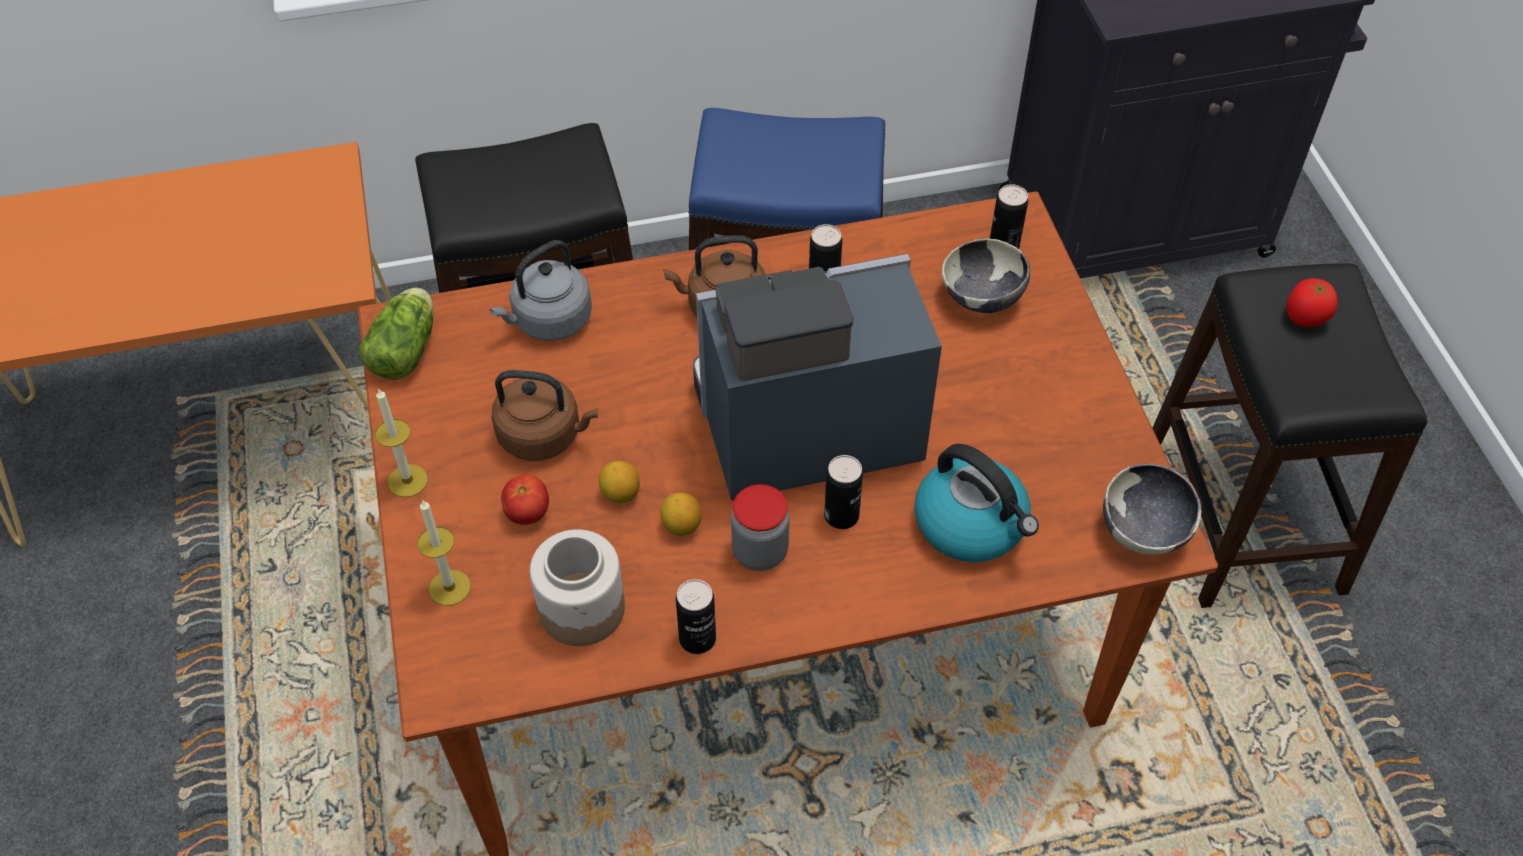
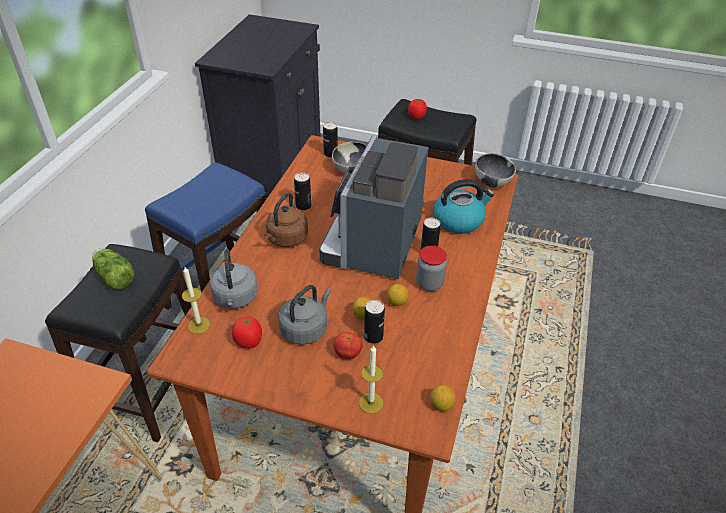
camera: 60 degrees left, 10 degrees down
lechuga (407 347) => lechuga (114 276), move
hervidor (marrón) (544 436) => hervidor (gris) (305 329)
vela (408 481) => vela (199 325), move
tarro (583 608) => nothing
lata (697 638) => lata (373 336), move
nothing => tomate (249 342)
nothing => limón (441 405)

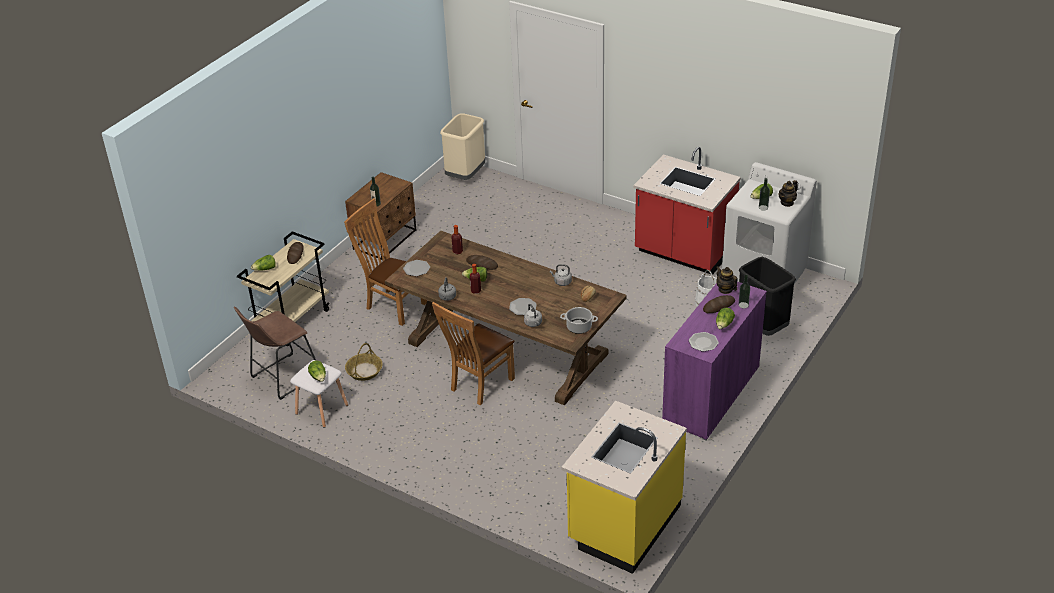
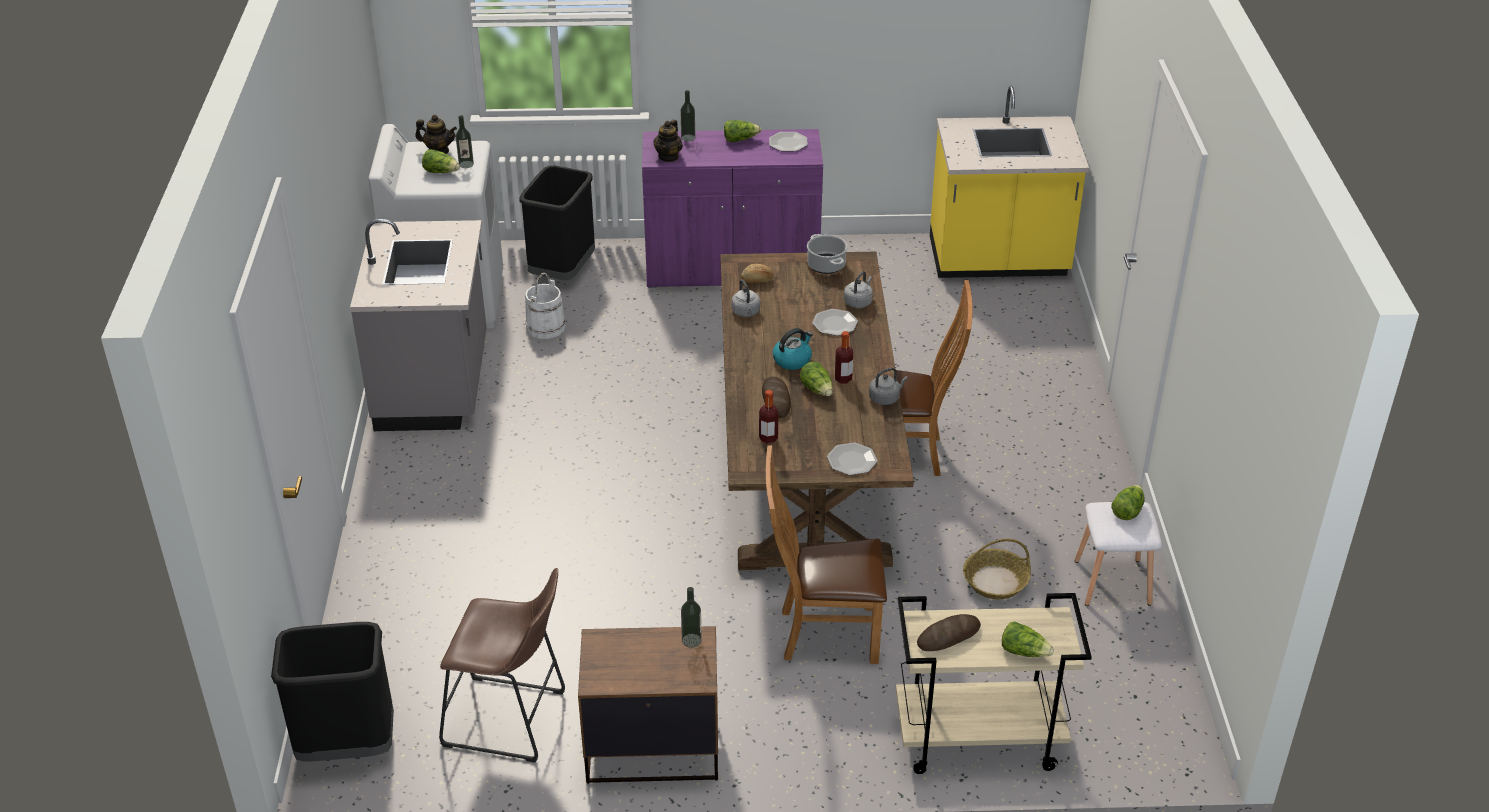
camera: 125 degrees left, 0 degrees up
papelera (beis) (466 175) => papelera (negro) (348 746)
mueble bajo de cocina (rojo) (683 252) => mueble bajo de cocina (gris) (435 385)
silla (marrón) (393 305) => silla (marrón) (822 634), 90 degrees clockwise
pan (719 306) => nothing
taburete (marrón) (282 378) => taburete (marrón) (511 721), move
nothing => hervidor (792 360)

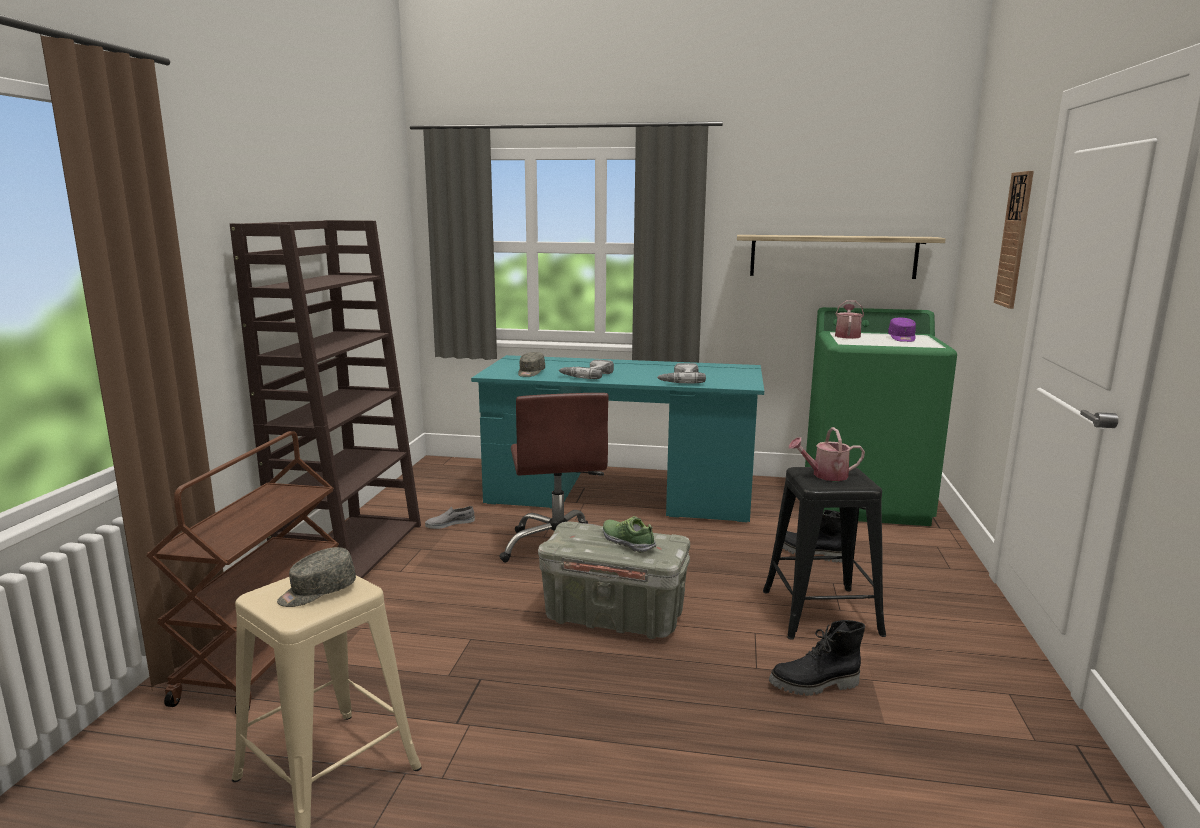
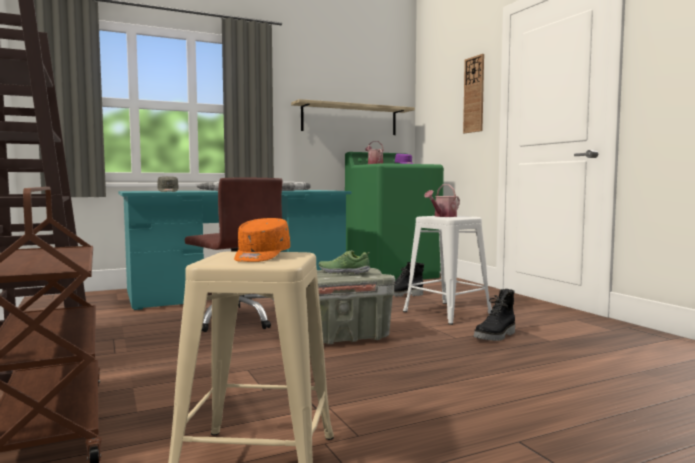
camera: 35 degrees left, 10 degrees down
taburete (negro) (821 612) => taburete (blanco) (447 312)
zapato (gris) (450 523) => nothing
gorra (gris) (317 592) => gorra (naranja) (261 256)

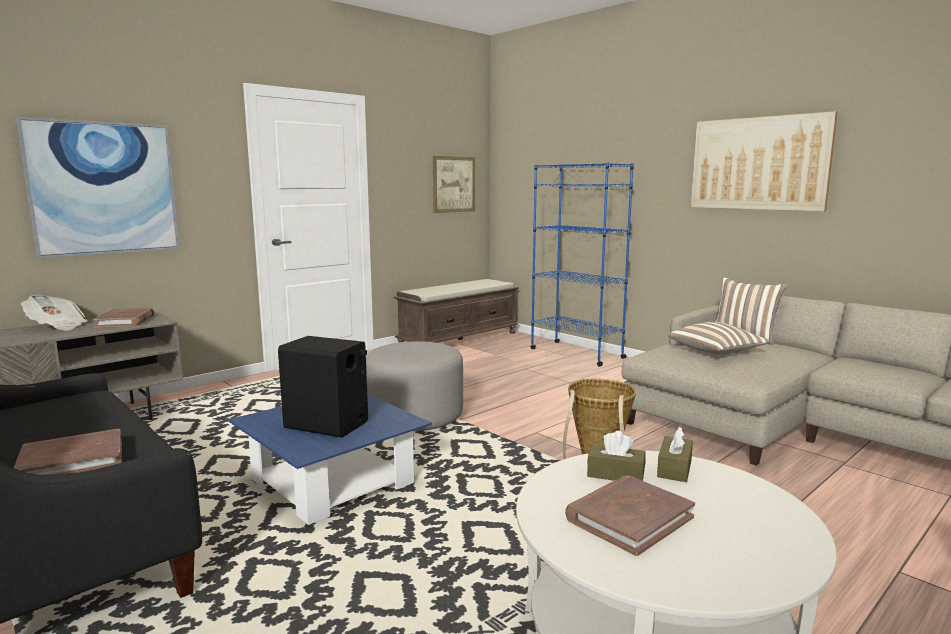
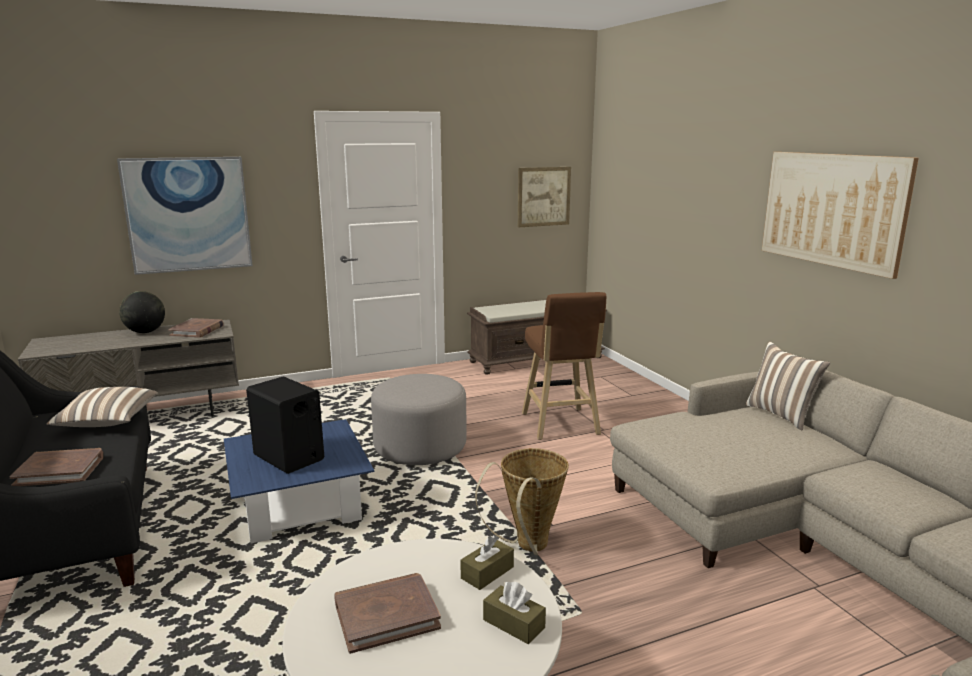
camera: 20 degrees right, 5 degrees up
estantería (azul) (576 353) => nothing
periódico (56 326) => globo terráqueo (145 332)
cojín (716 352) => cojín (107 422), move
caja de pañuelos (marrón) (615 474) => caja de pañuelos (marrón) (514 624), move
nothing => taburete (marrón) (560 425)

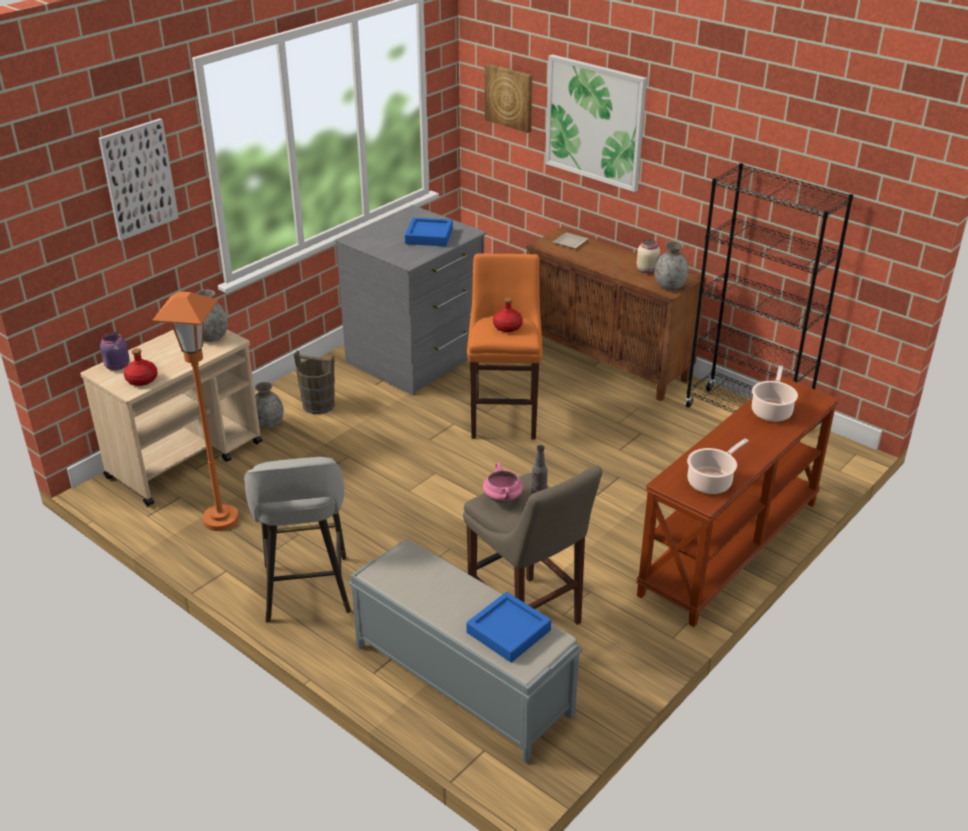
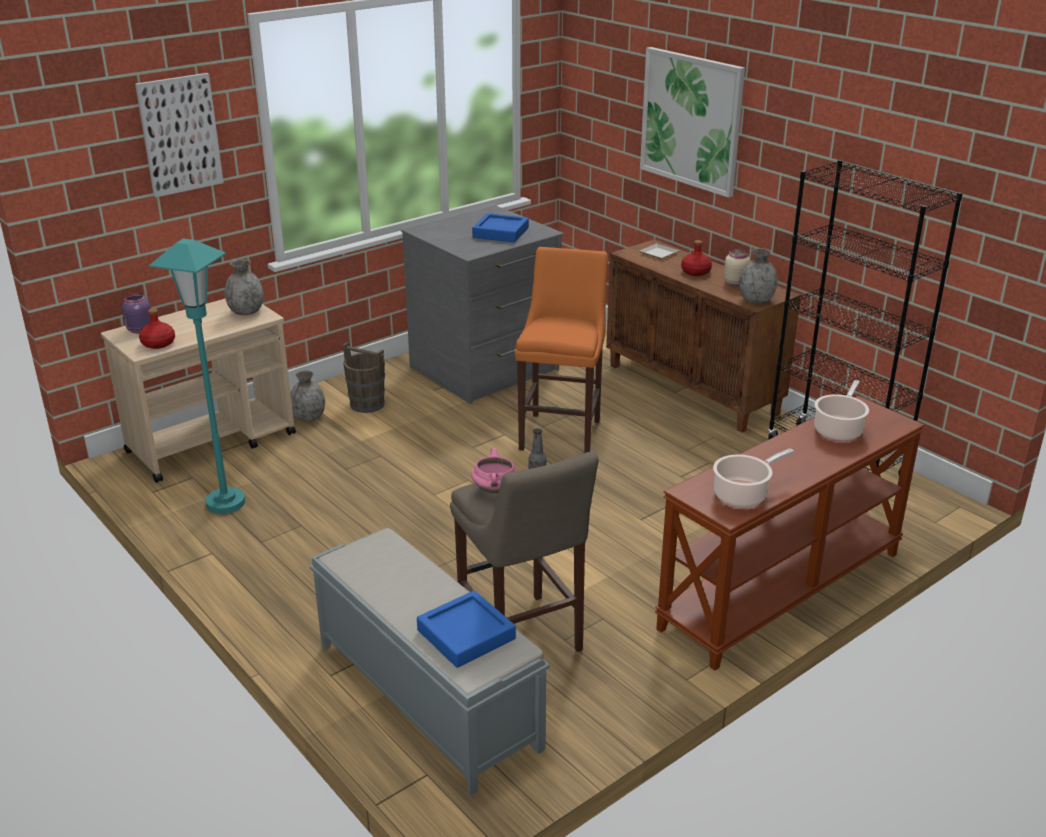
camera: 10 degrees right, 5 degrees down
cuadro (509 97) => nothing
lámpara de pie (naranja) (221 519) => lámpara de pie (turquesa) (225 503)
botella (rojo) (507 327) => botella (rojo) (695 272), move
taburete (gris) (307 591) => nothing

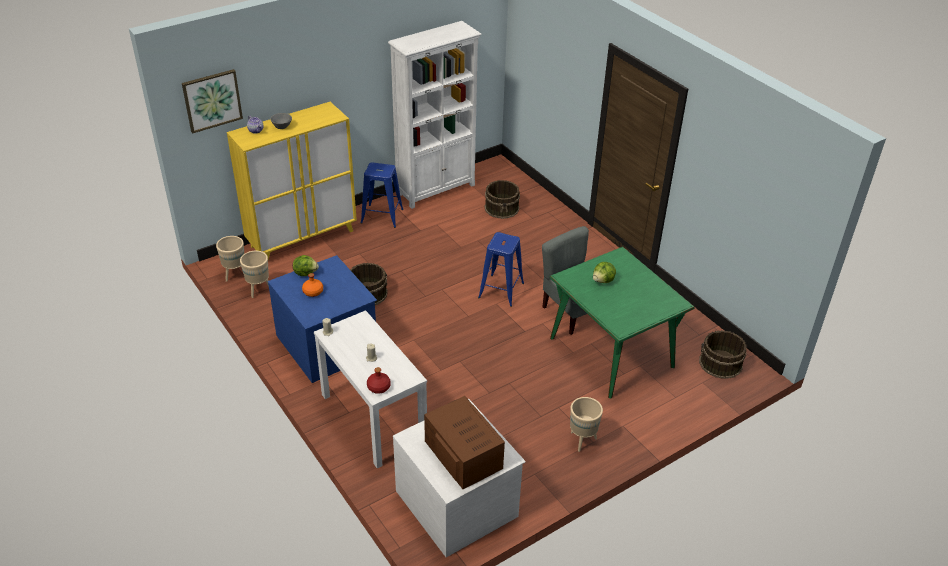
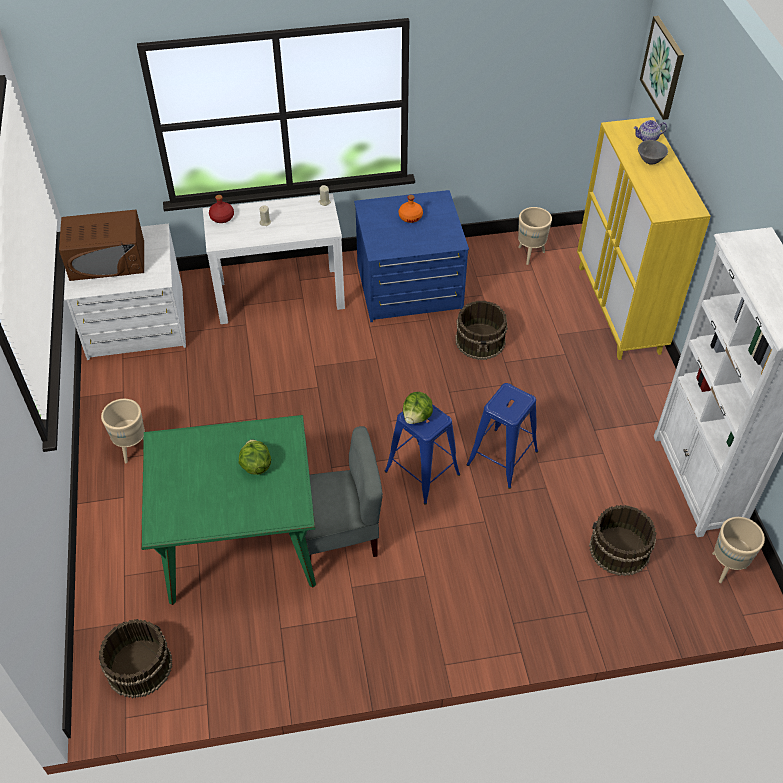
camera: 115 degrees right, 10 degrees up
taburete (azul) (381 216) => taburete (azul) (502 457), move
maceta (beis) (235 275) => maceta (beis) (726 567), move
lechuga (305 273) => lechuga (417 417), move

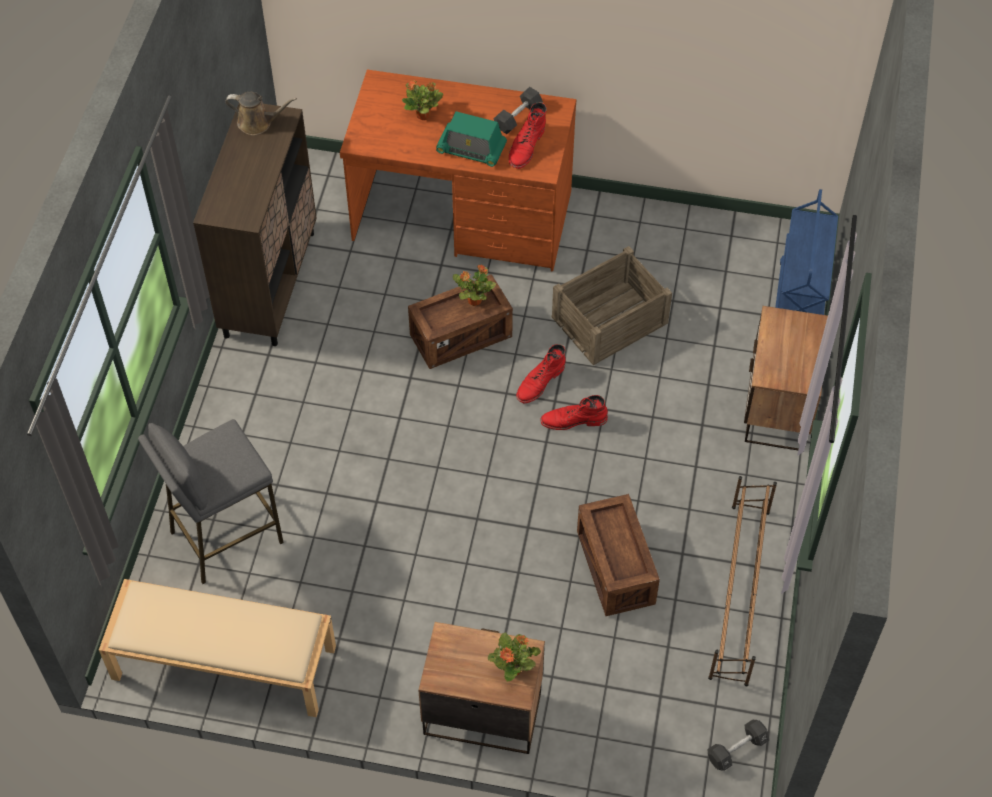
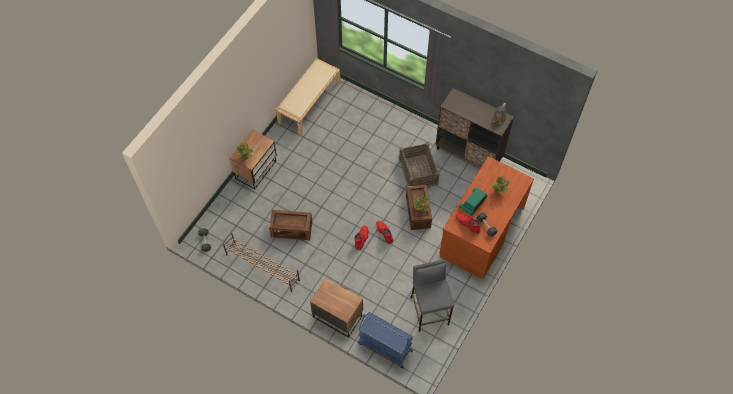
camera: 110 degrees right, 5 degrees up
caja de embalaje (610 320) => caja de embalaje (418 171), move
taburete (gris) (225 536) => taburete (gris) (429 311), move

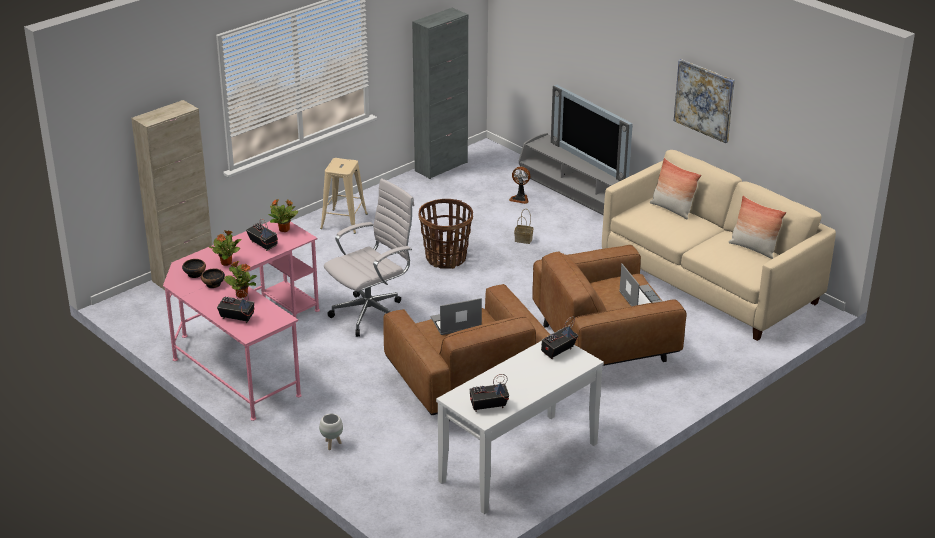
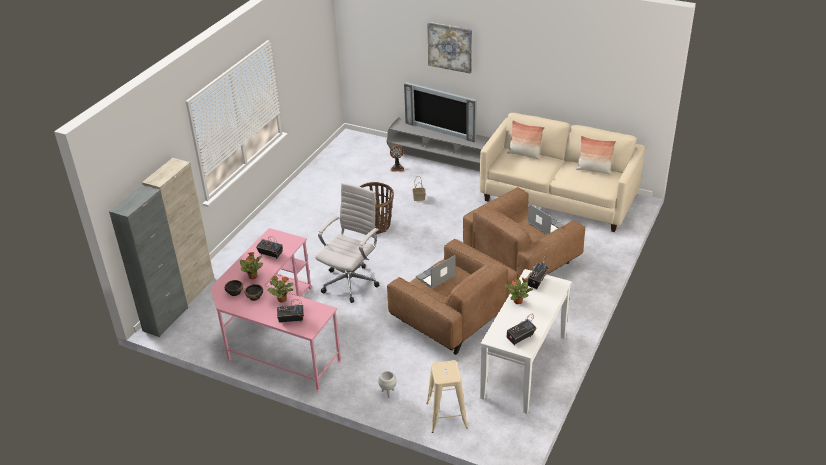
camera: 20 degrees left, 5 degrees up
armario (gris) (441 167) => armario (gris) (165 319), move
cuadro (704 100) => cuadro (450 47), move
taburete (beis) (344 221) => taburete (beis) (446 415), move
planta en maceta (284 230) => planta en maceta (518 301), move

